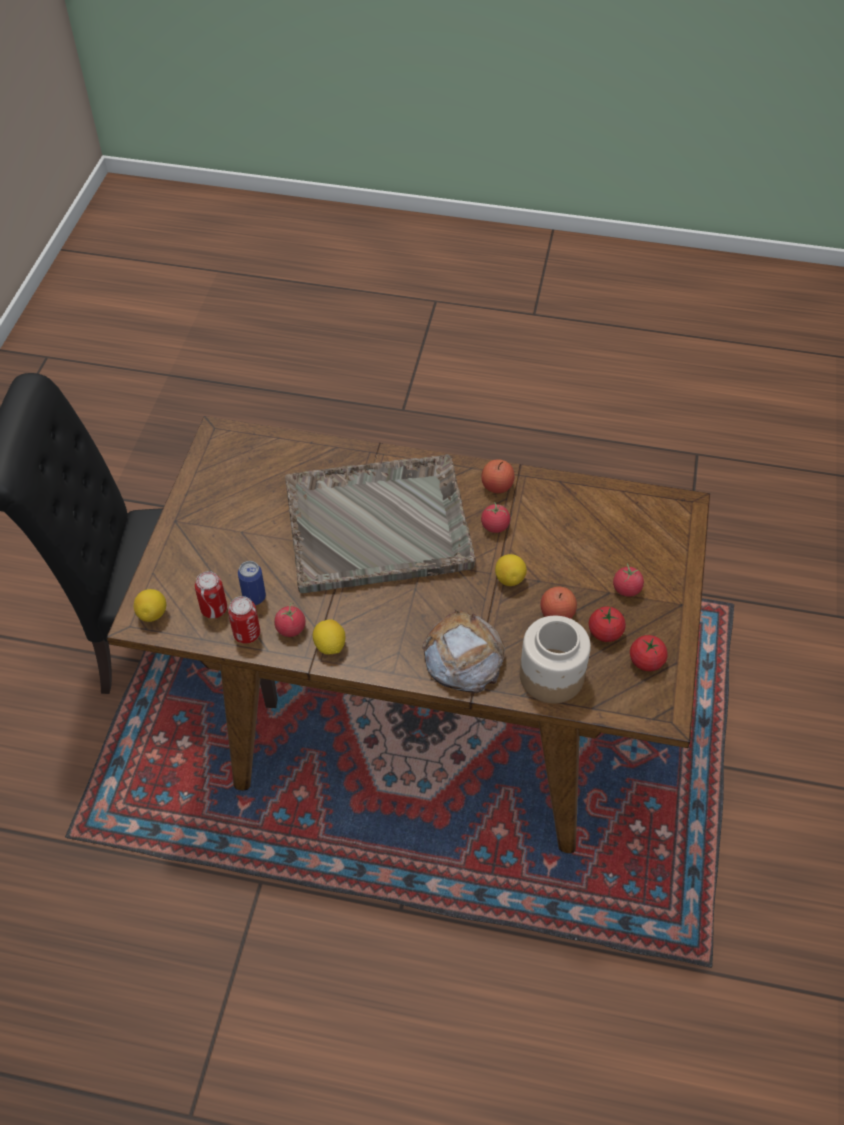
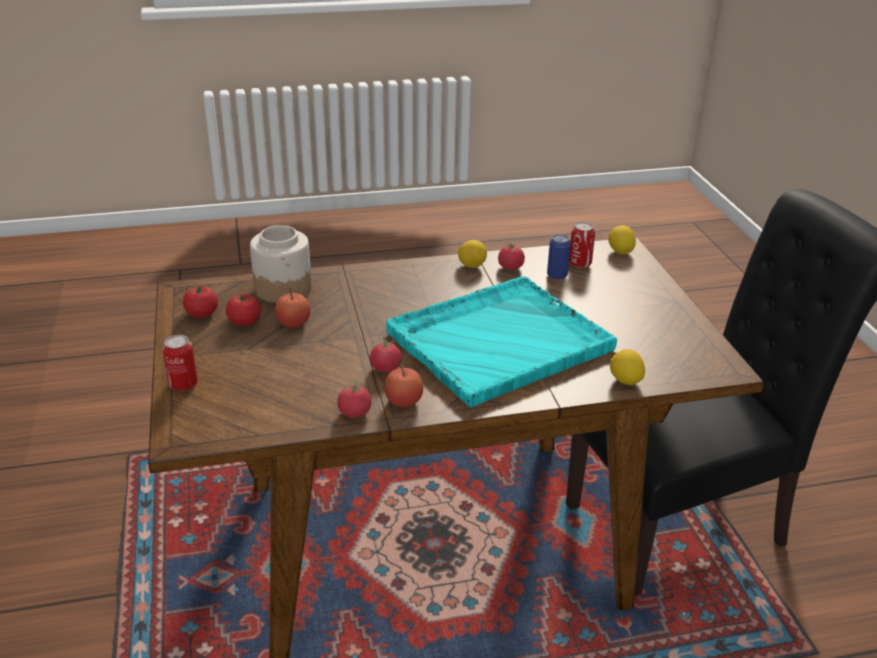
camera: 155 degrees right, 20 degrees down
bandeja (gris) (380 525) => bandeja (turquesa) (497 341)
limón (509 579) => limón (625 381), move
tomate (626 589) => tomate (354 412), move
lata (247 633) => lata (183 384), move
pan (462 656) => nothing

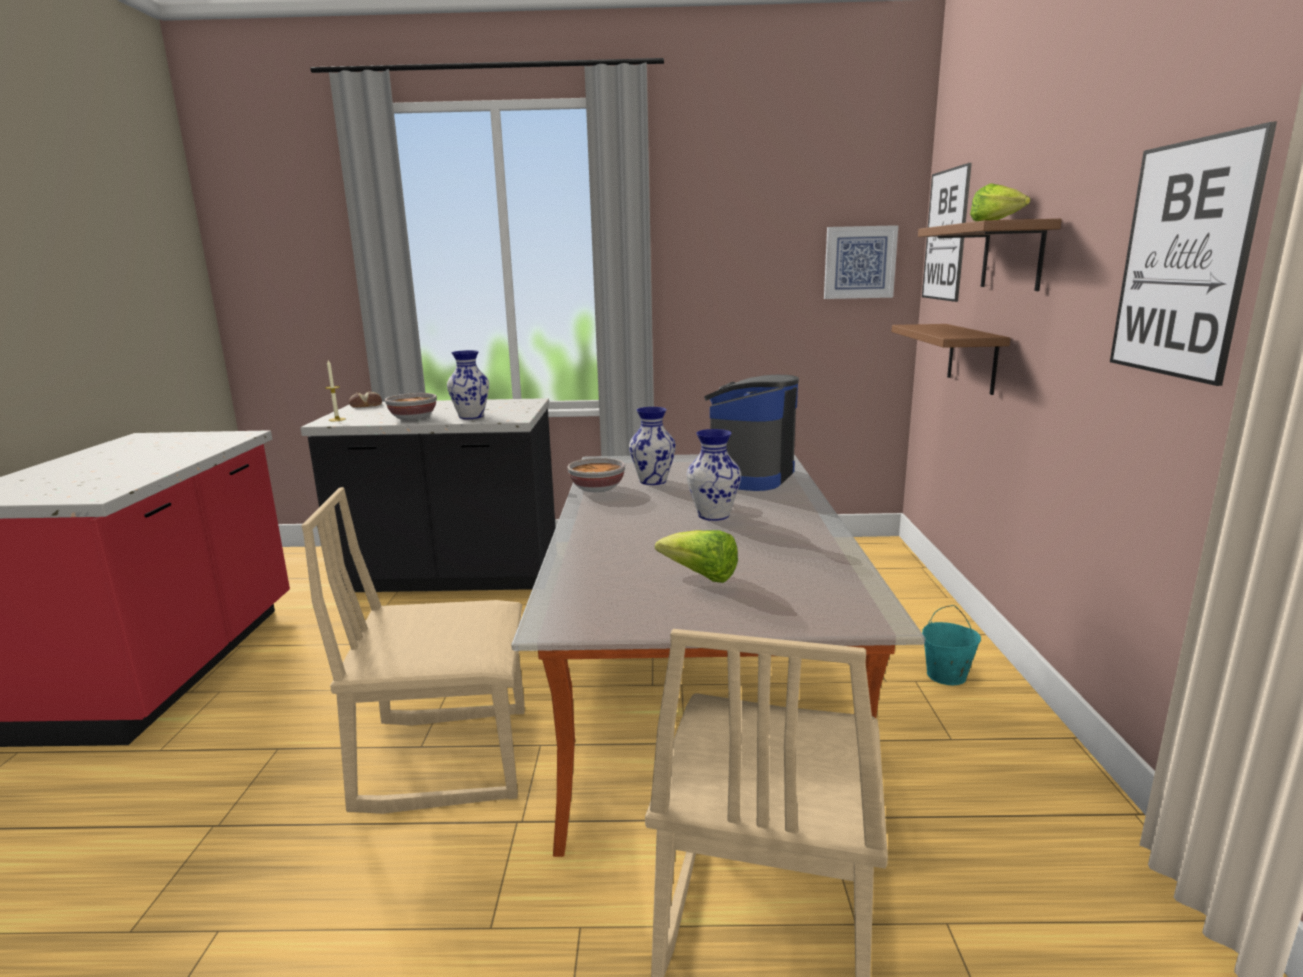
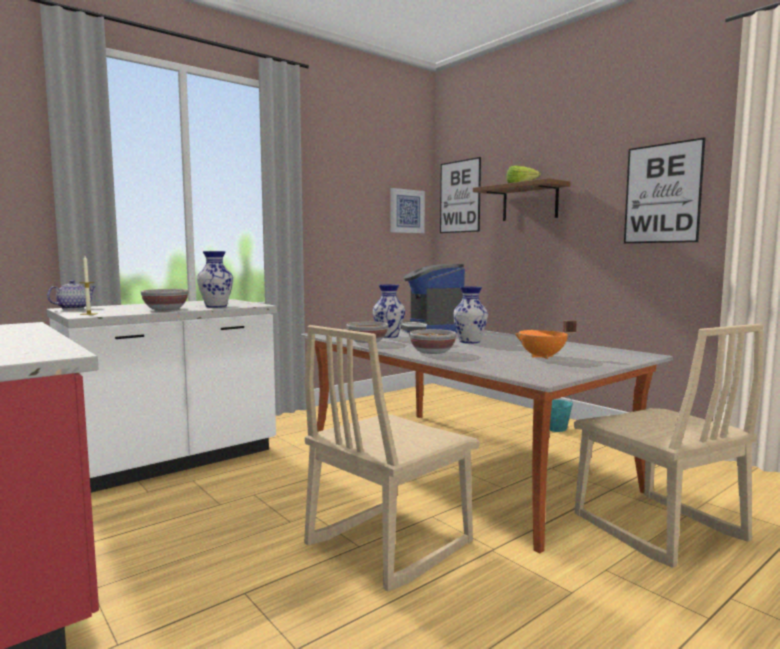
camera: 40 degrees left, 10 degrees down
estante (marrón) (972 357) => nothing
pan (366 405) => tetera (73 308)
mueble bajo de cocina (negro) (452 576) => mueble bajo de cocina (blanco) (172 460)
lechuga (701 577) => olla (naranja) (543 357)
nothing => cuenco (432 352)

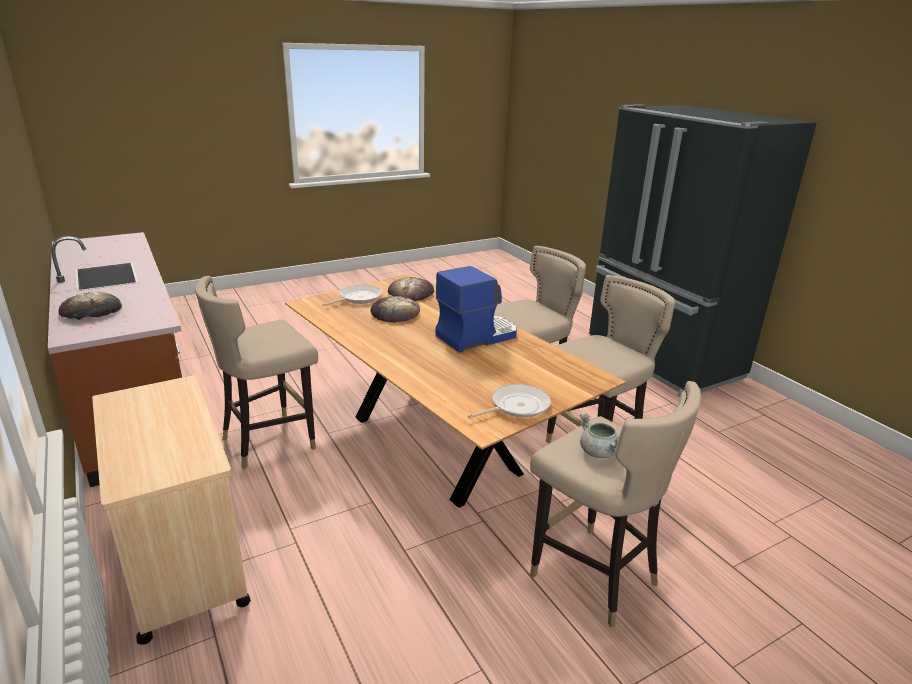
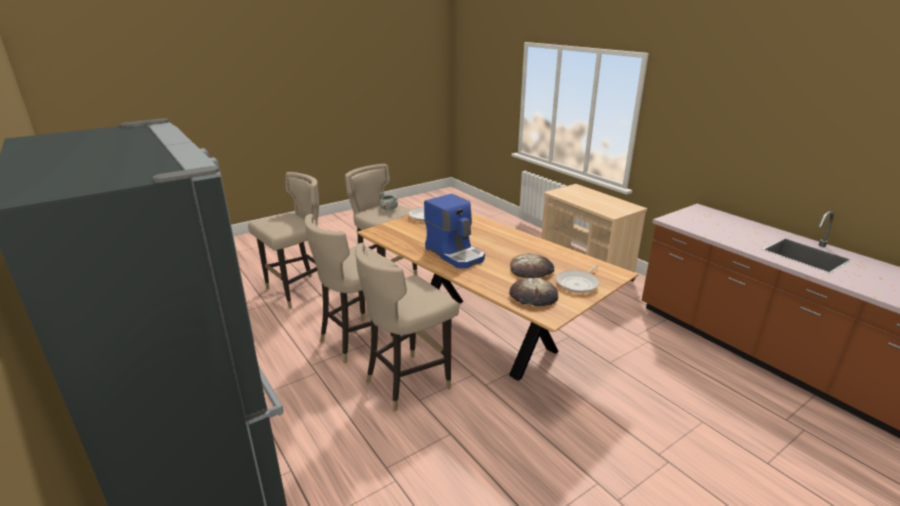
camera: 175 degrees right, 0 degrees up
cafetera (476 336) => cafetera (455 254), 90 degrees counterclockwise
taburete (beis) (269 441) => taburete (beis) (298 291), move
pan (91 311) => nothing

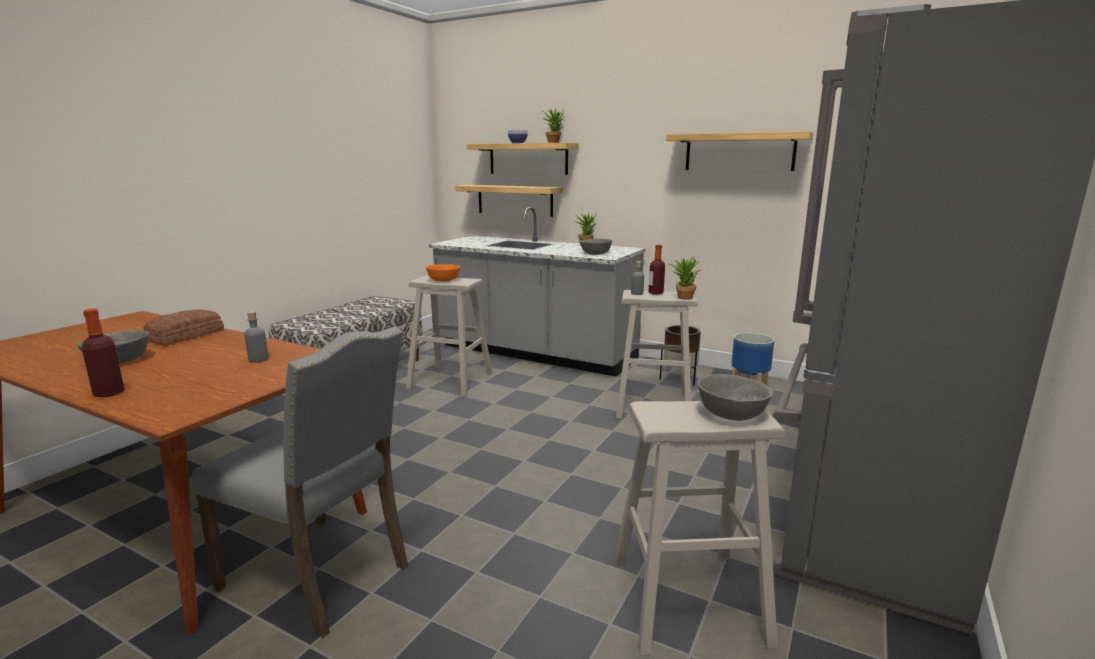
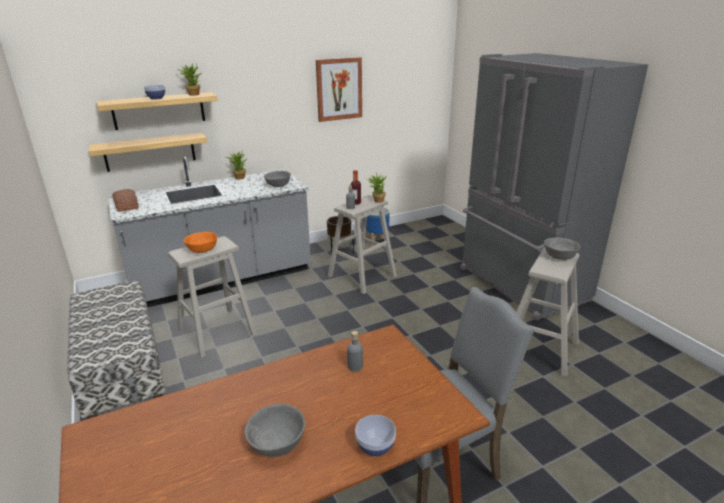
camera: 55 degrees left, 10 degrees up
estante (739 152) => cuadro (339 89)
botella (109 393) => cuenco (375 447)
pan (187 336) => pan (127 204), move

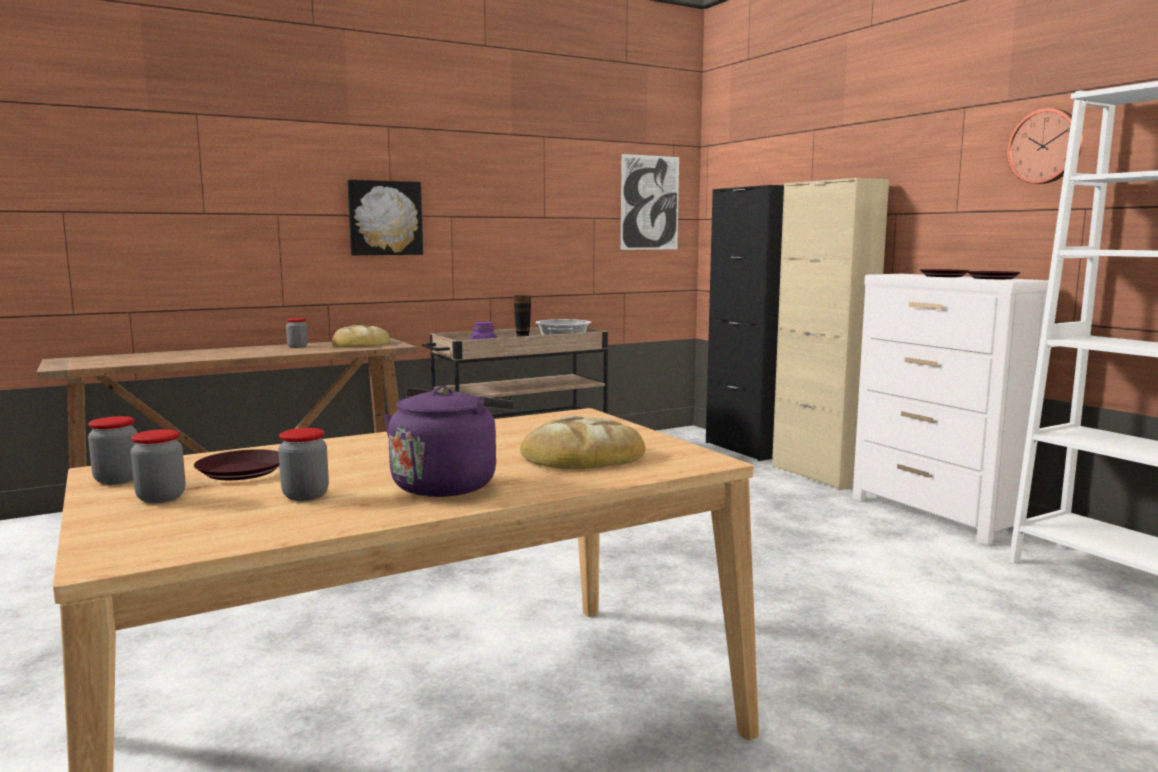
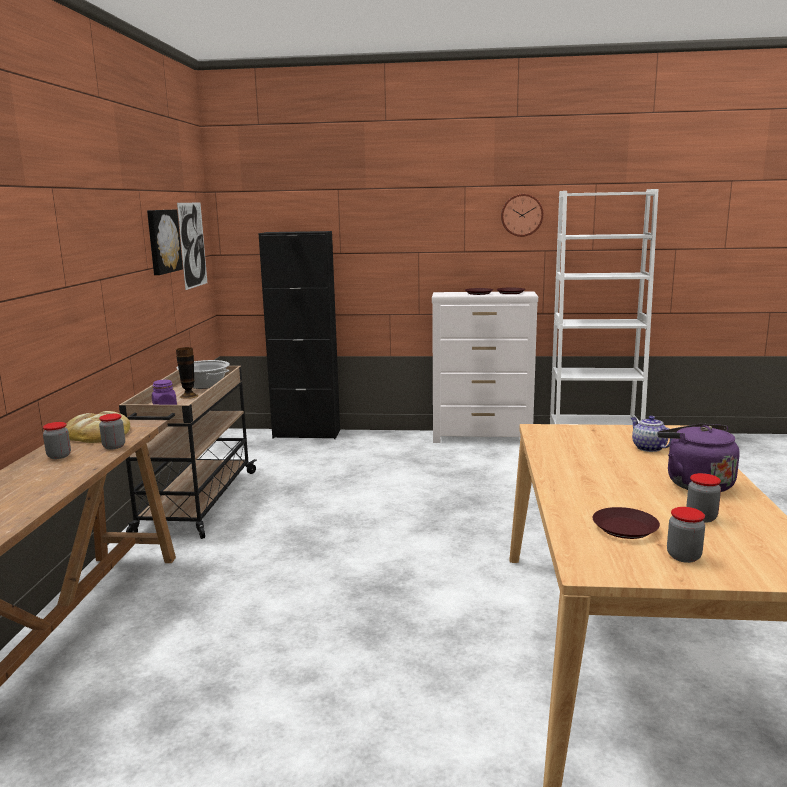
camera: 55 degrees left, 5 degrees up
armario (beis) (819 475) => nothing
cuadro (385 218) => cuadro (162 241), move
tarro (117 480) => tarro (114 446), move
pan (581 455) => tetera (648 448)

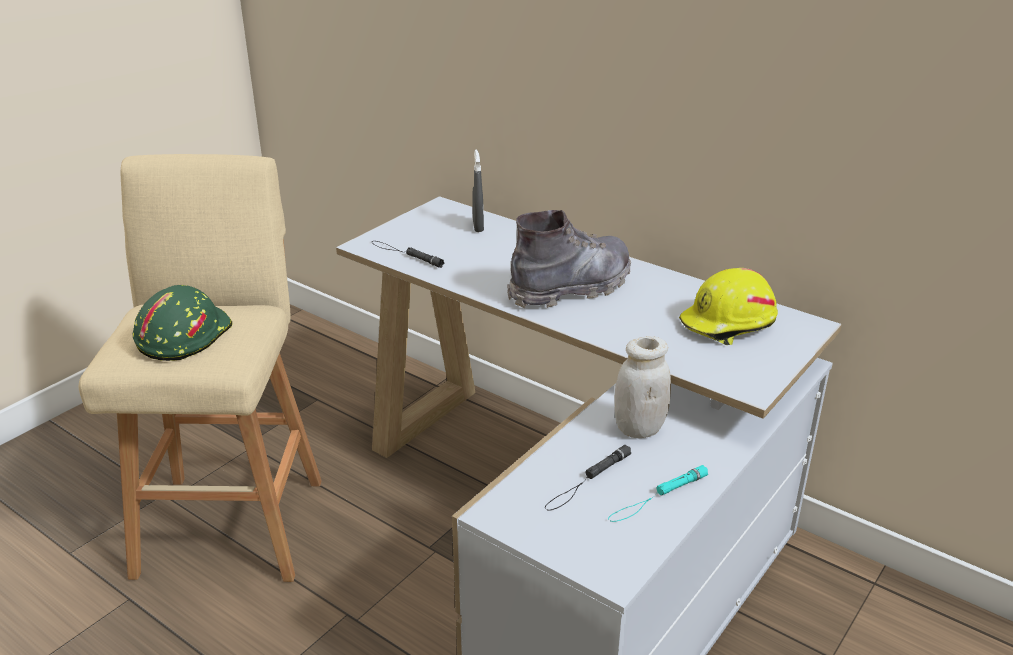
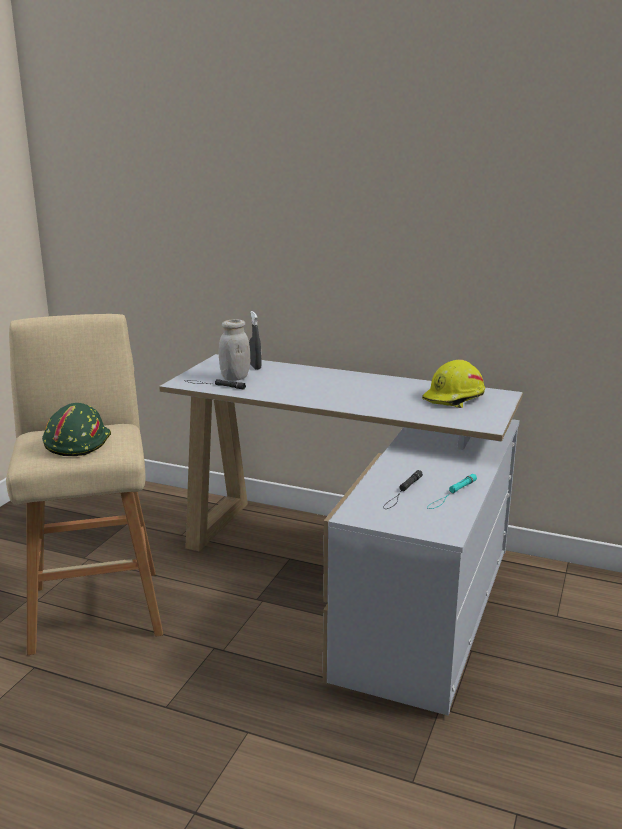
camera: 15 degrees left, 10 degrees down
bota (gris) (571 288) => nothing
tarro (blanco) (639 428) => tarro (blanco) (235 377), move

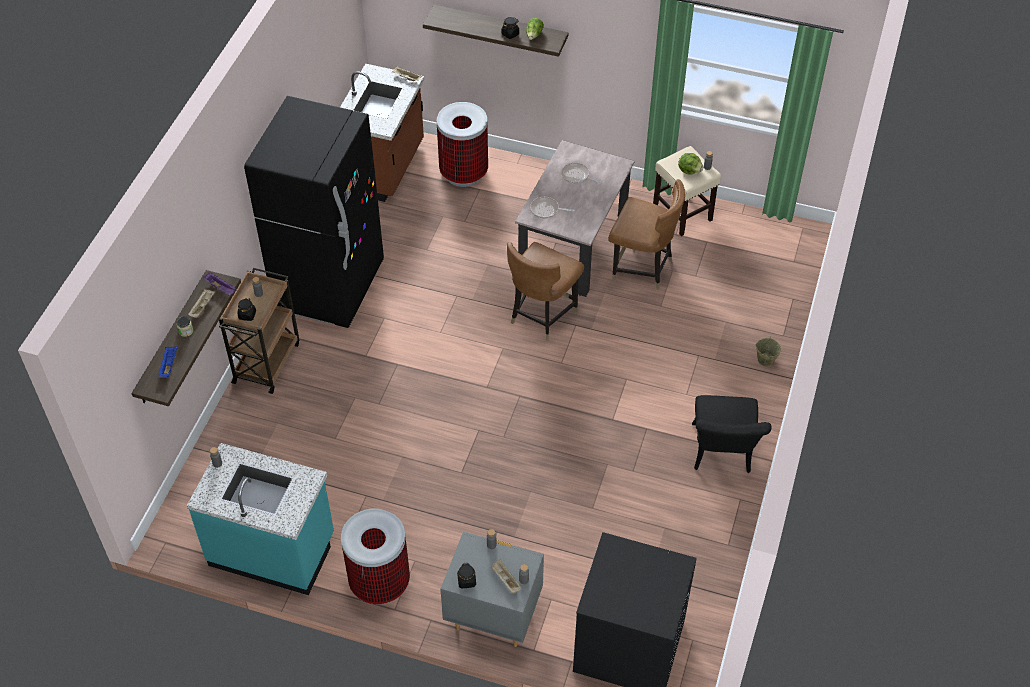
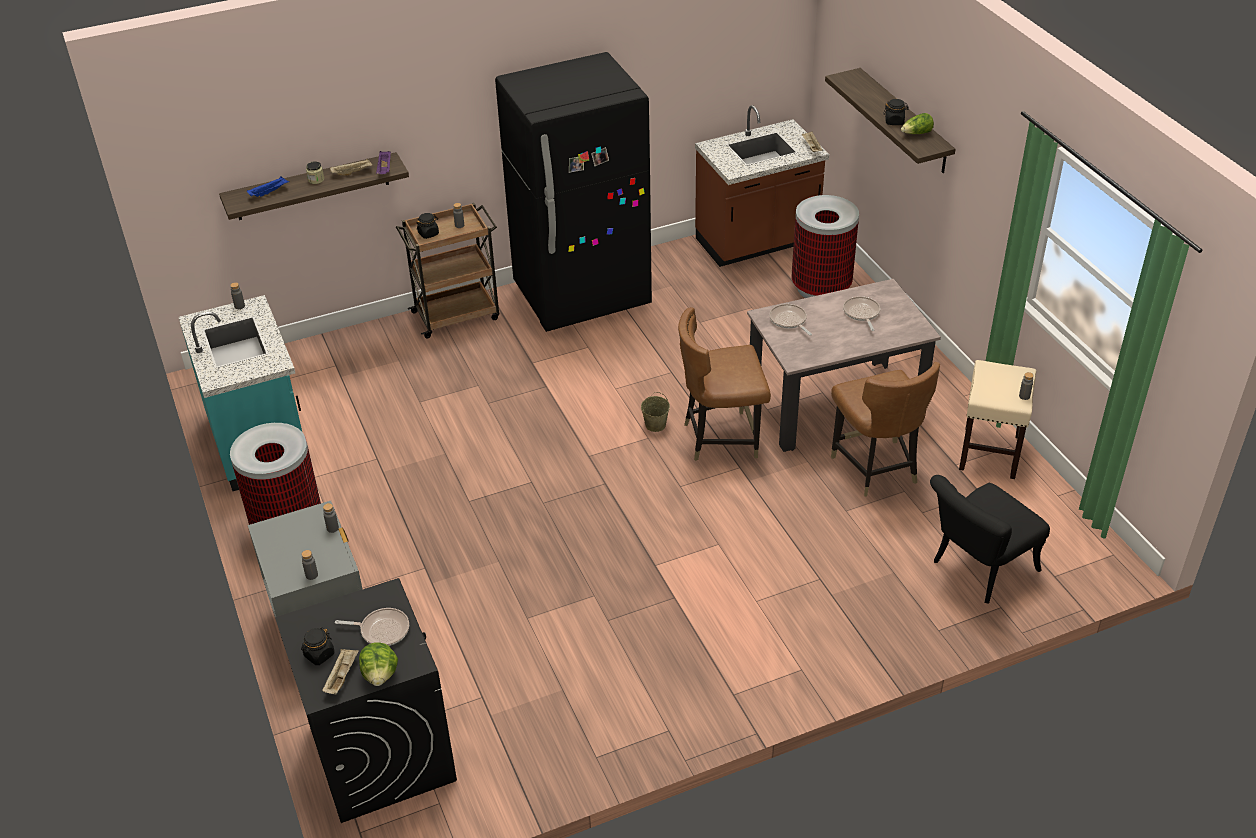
camera: 50 degrees right, 10 degrees down
lechuga (689 170) => lechuga (380 675), move
cubo (beis) (765 359) => cubo (beis) (655 424), move
silla (negro) (722 455) => silla (negro) (977 570), move
bandeja (beis) (505 579) => bandeja (beis) (341 676), move
tarro (negro) (466 581) => tarro (negro) (319 655), move
nothing => sartén (382 630)

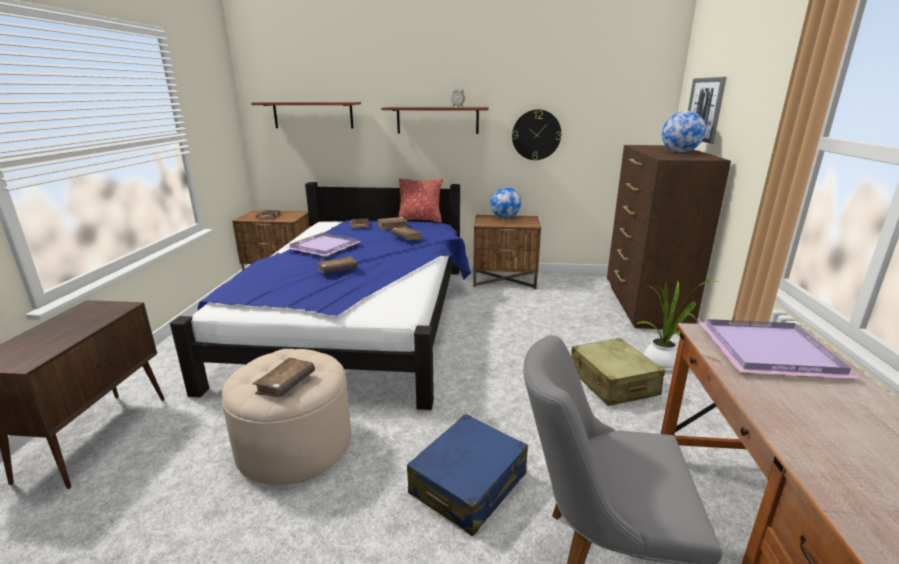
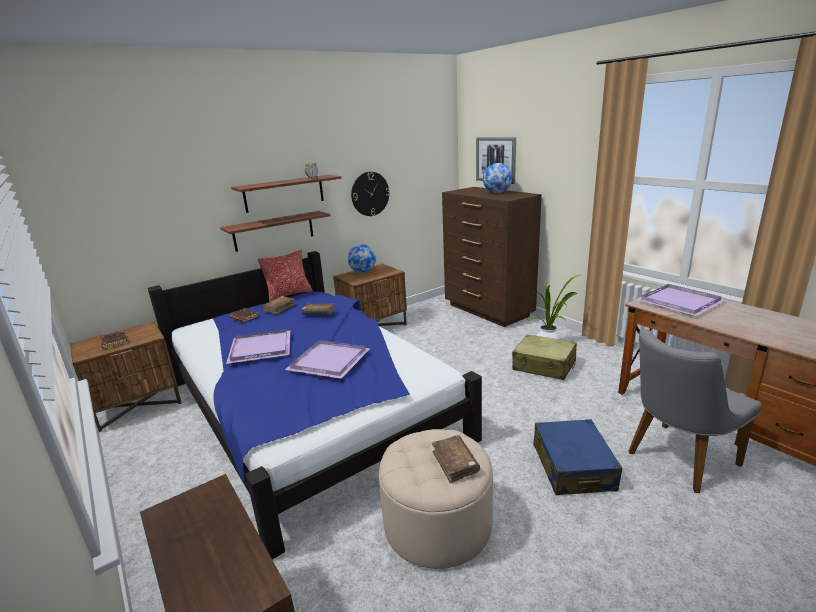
camera: 40 degrees left, 0 degrees up
estante (313 115) => estante (274 231), move
libro (marrón) (338 270) => bandeja (morado) (327 361)

